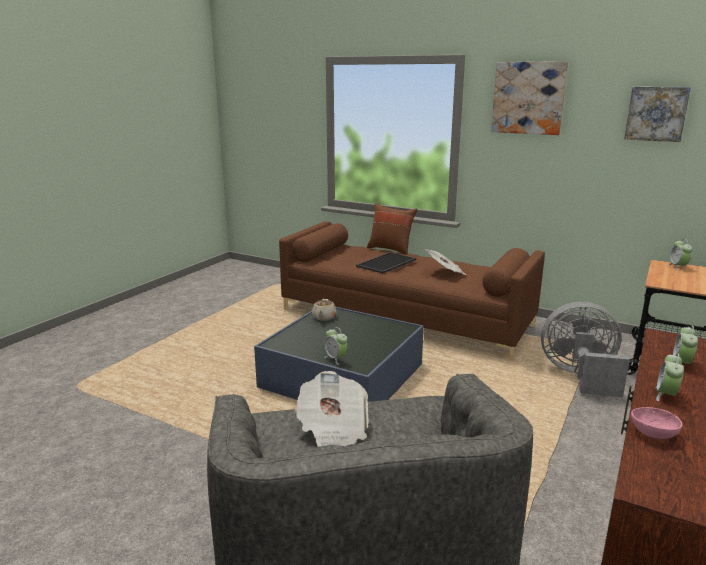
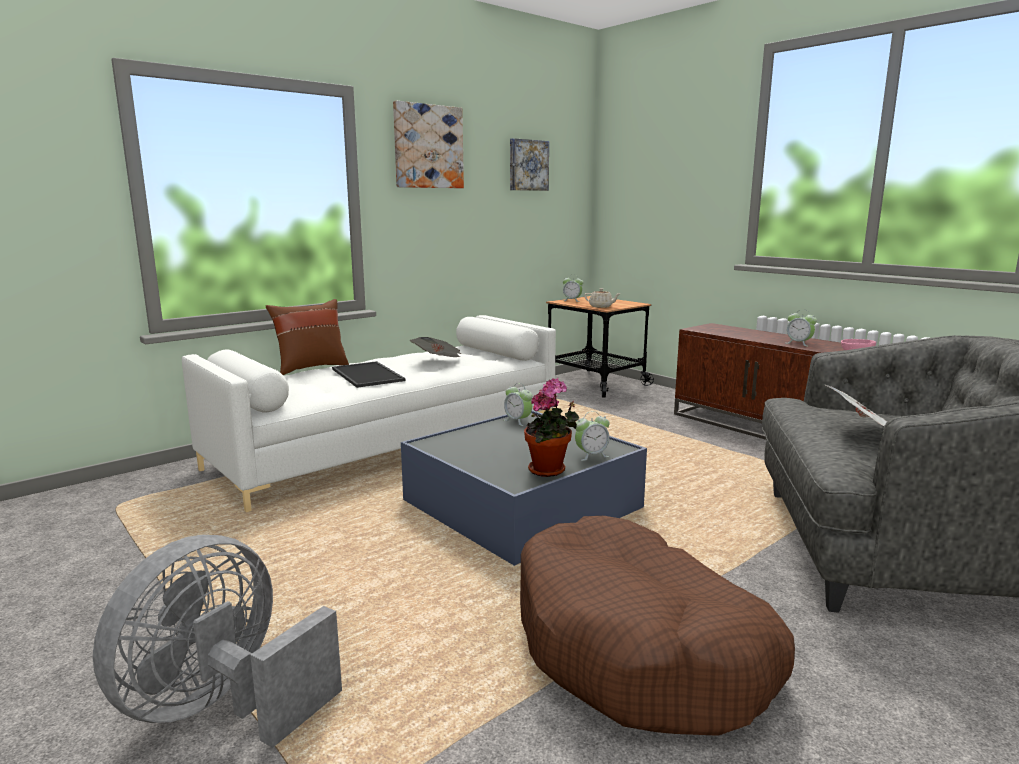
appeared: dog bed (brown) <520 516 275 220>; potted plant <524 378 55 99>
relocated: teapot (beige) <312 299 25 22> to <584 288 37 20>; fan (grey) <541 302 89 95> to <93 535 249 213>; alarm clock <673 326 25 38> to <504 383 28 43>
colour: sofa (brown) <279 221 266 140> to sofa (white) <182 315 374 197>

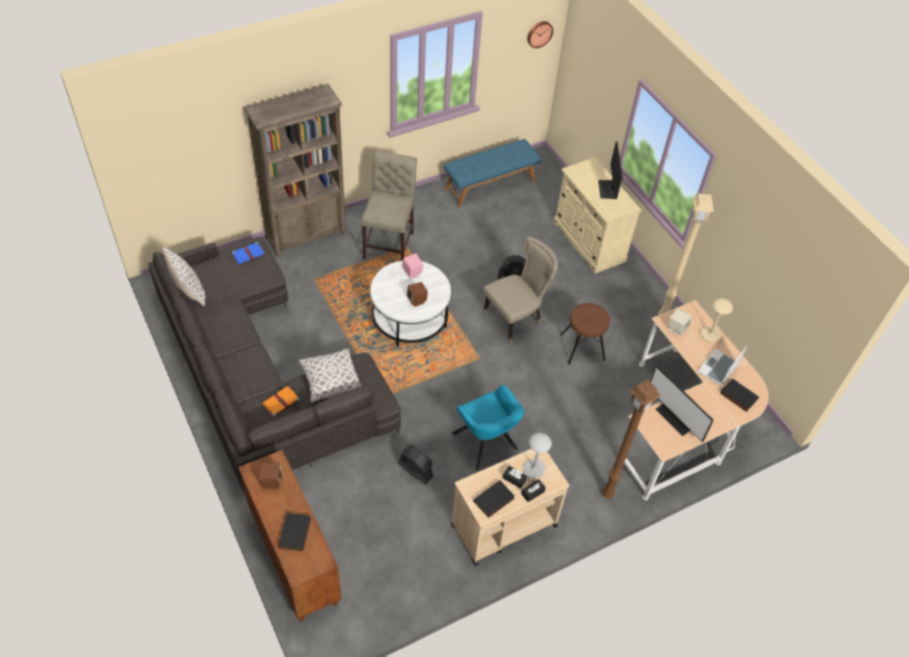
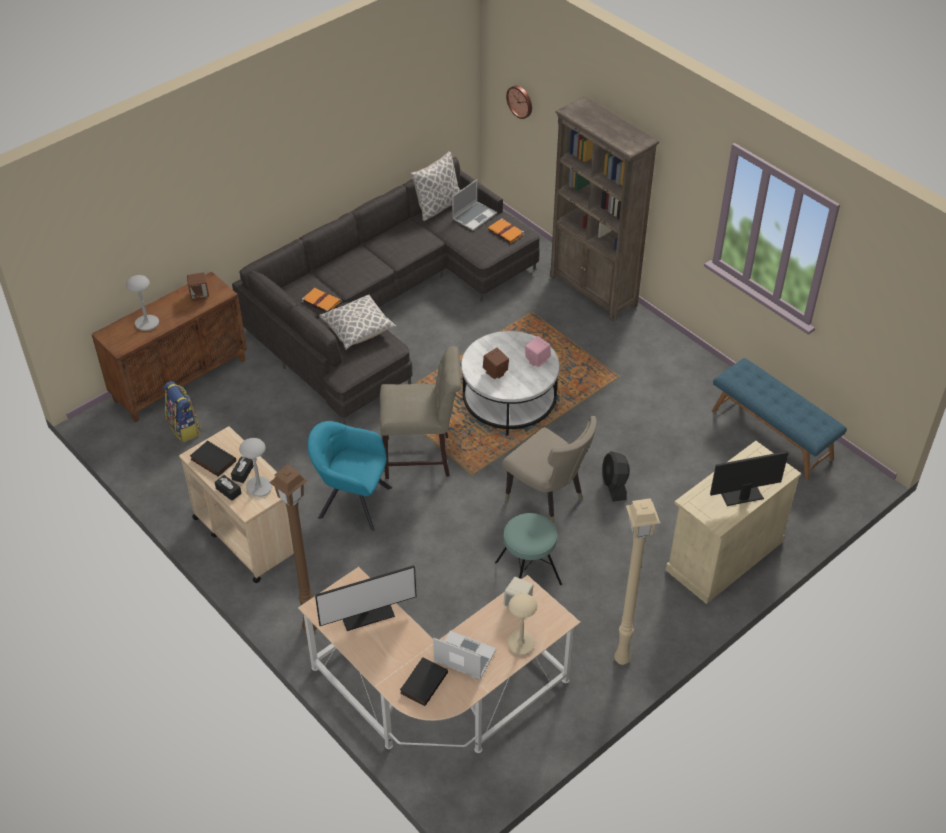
missing: fan (black) <398 444 36 41>
appeared: backpack <164 381 37 61>; laptop <452 179 45 51>
relocated: chair (beige) <361 151 56 110> to <380 346 81 133>; wall clock <527 21 26 27> to <506 85 26 34>
exchanged: book (black) <278 512 33 39> to table lamp (grey) <126 275 33 56>
colour: book (blue) <232 242 33 23> to book (orange) <488 218 36 25>; stool (brown) <560 303 50 61> to stool (turquoise) <495 513 67 72>
spun: armchair (turquoise) <452 385 72 85> = <308 421 84 110> 60 degrees clockwise; monitor <650 366 64 76> = <315 565 102 66> 150 degrees counterclockwise

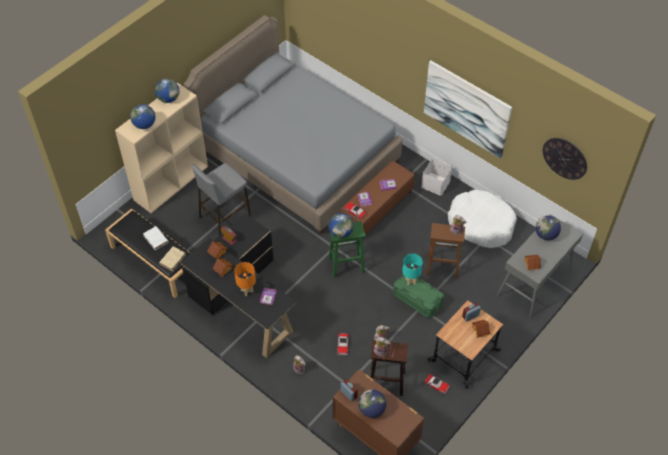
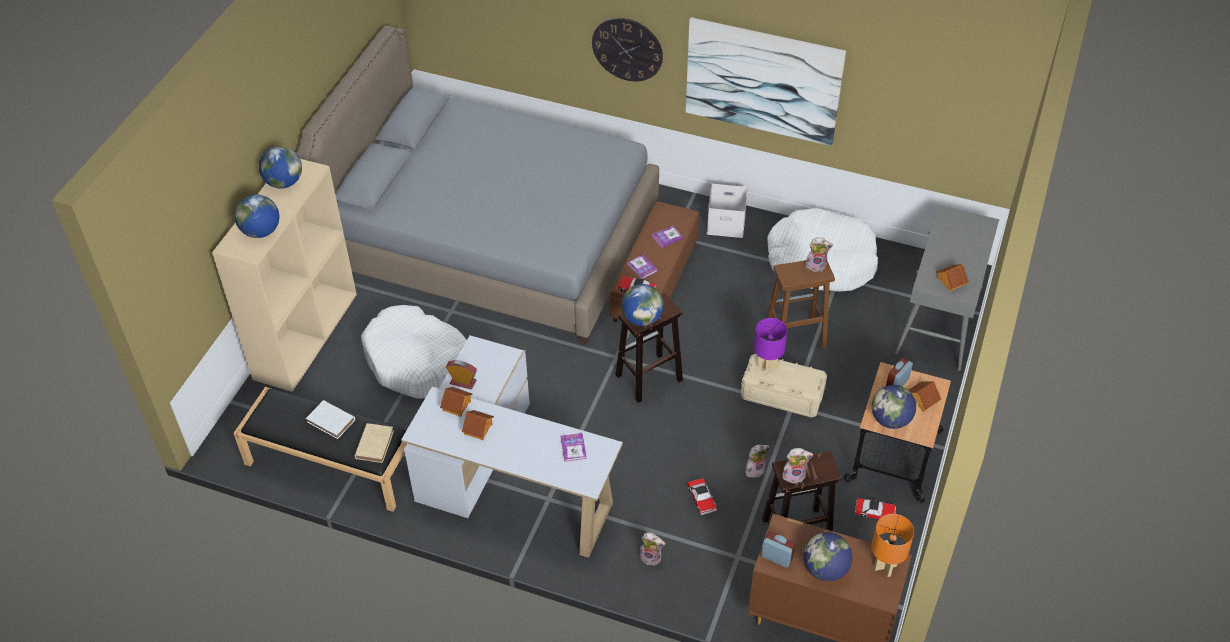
relocated: table lamp (orange) <234 262 22 34> to <871 514 43 63>; globe <535 215 26 25> to <872 385 44 44>; wall clock <543 138 44 42> to <592 18 71 63>
exchanged: stool (grey) <192 163 59 73> to dog bed (white) <361 305 106 94>
colour: desk (black) <181 213 115 145> to desk (white) <401 335 222 223>; stool (green) <329 221 37 57> to stool (brown) <616 293 67 110>; storage box (green) <393 274 51 44> to storage box (beige) <741 354 86 64>; table lamp (turquoise) <402 254 20 32> to table lamp (purple) <754 318 33 57>

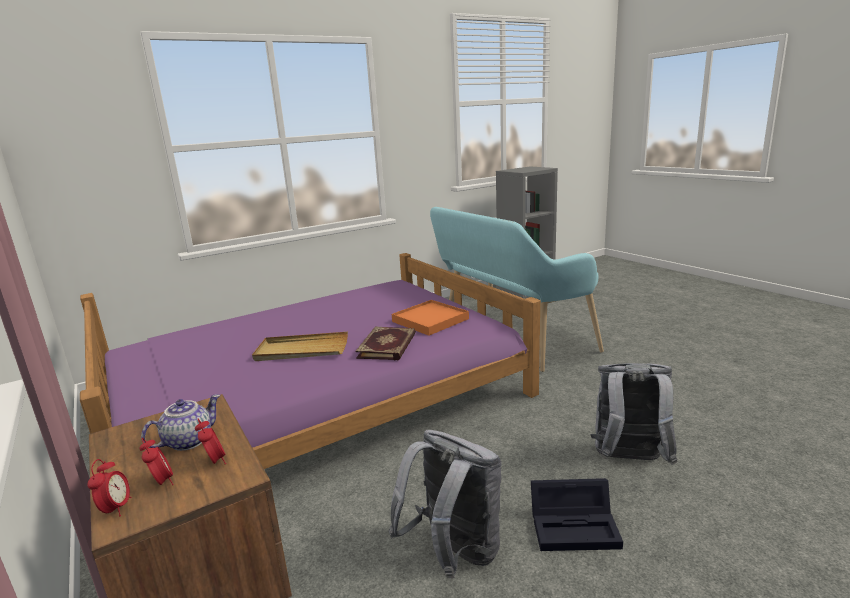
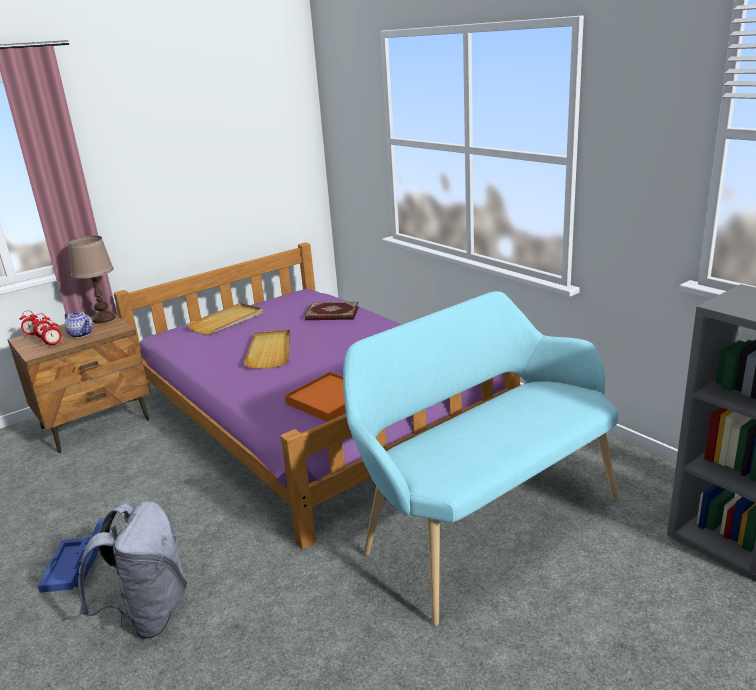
missing: backpack (grey) <388 430 113 148>
appeared: table lamp (brown) <67 236 48 87>; tray (beige) <187 303 76 32>
relocated: book <355 327 61 33> to <305 302 54 18>
colour: storage box (black) <531 478 92 73> to storage box (blue) <38 517 66 76>

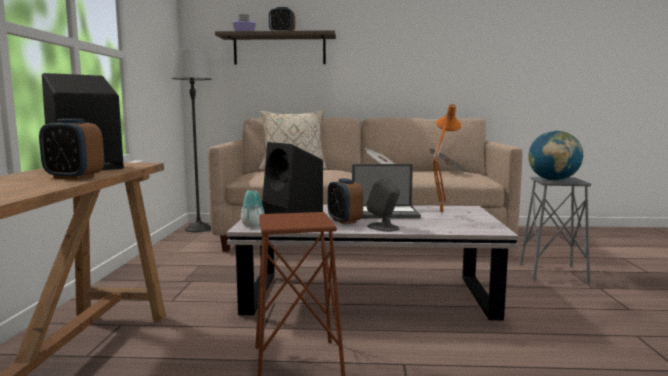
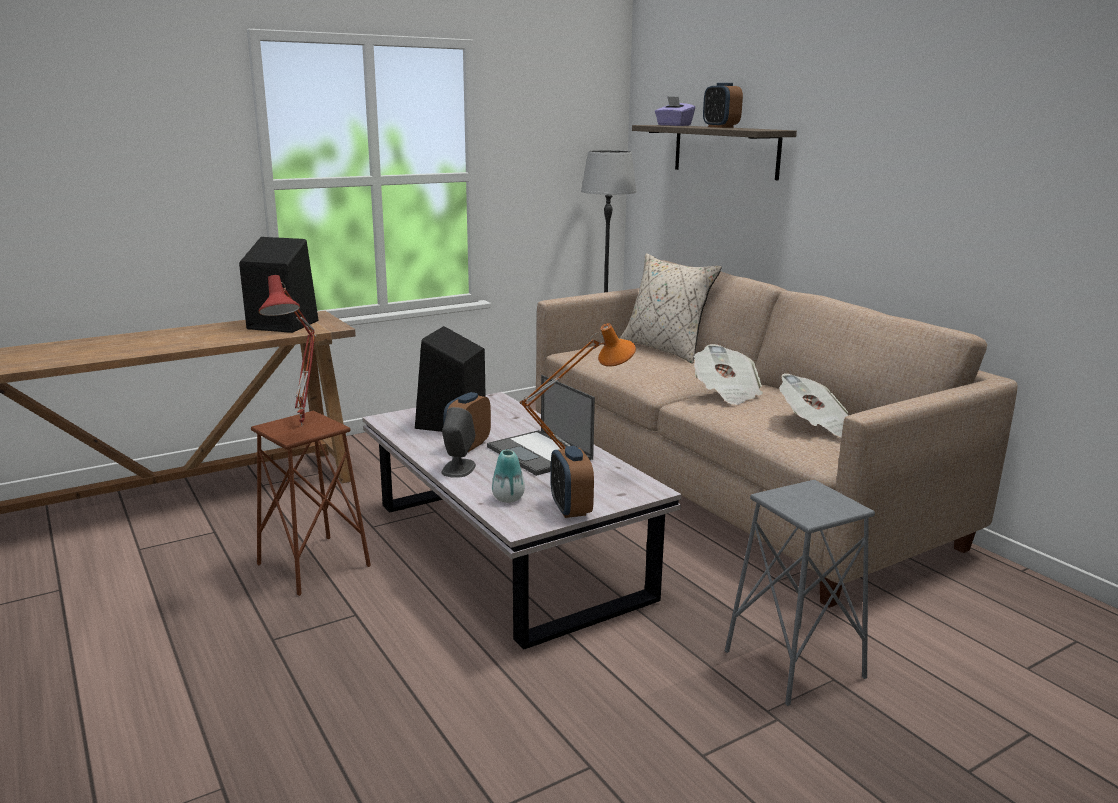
missing: globe <528 130 55 51>
appeared: table lamp (red) <259 275 57 151>
relocated: alarm clock <39 119 65 61> to <551 446 43 72>; vase <241 190 23 37> to <492 450 33 53>

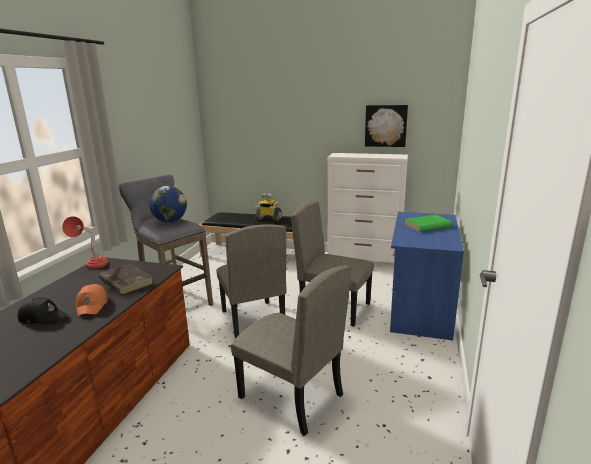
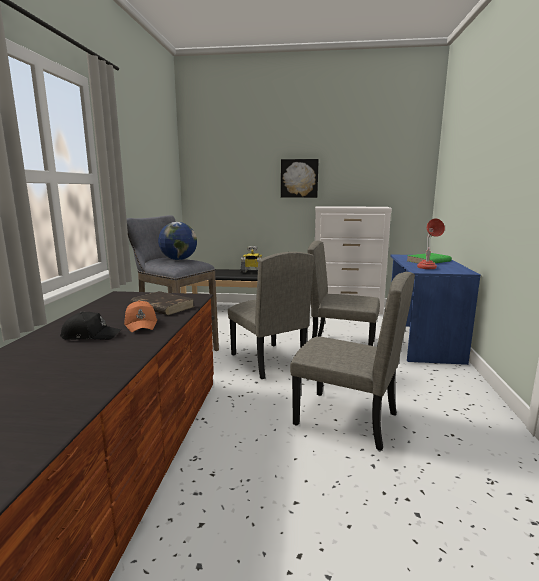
relocated: table lamp (red) <62 216 46 53> to <417 218 28 51>; picture <365 105 43 42> to <281 159 38 39>

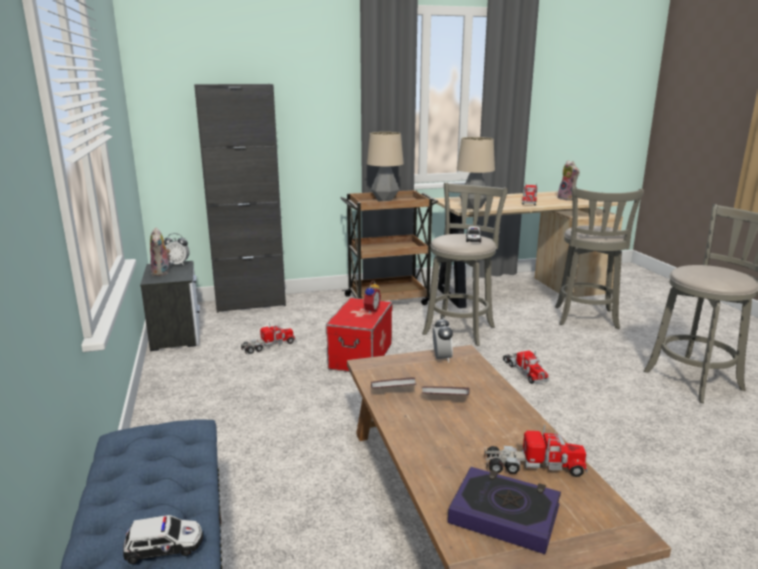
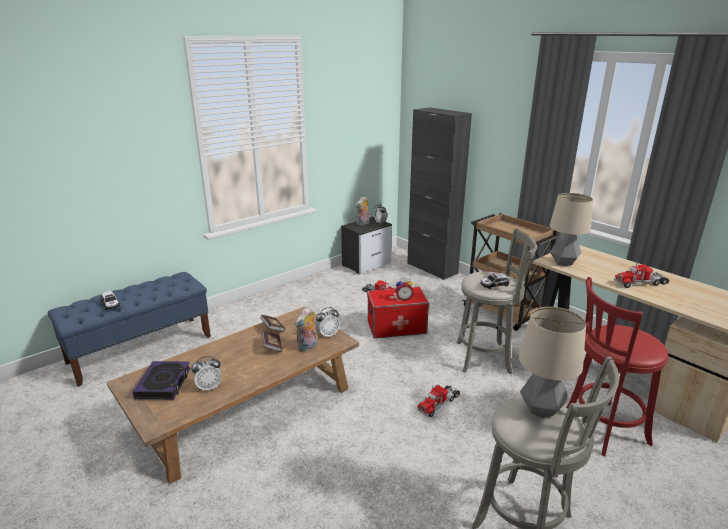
relocated: table lamp <367 132 37 69> to <519 307 67 111>; plush toy <558 160 22 41> to <295 306 24 46>
exchanged: toy truck <484 424 104 53> to alarm clock <192 356 30 36>
colour: stool (grey) <555 187 89 142> to stool (red) <566 277 102 179>

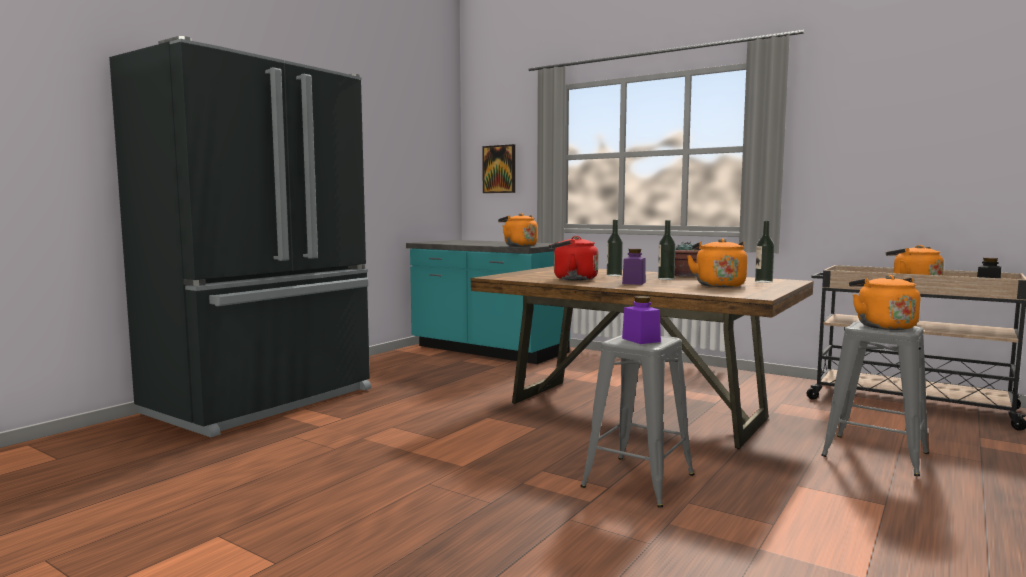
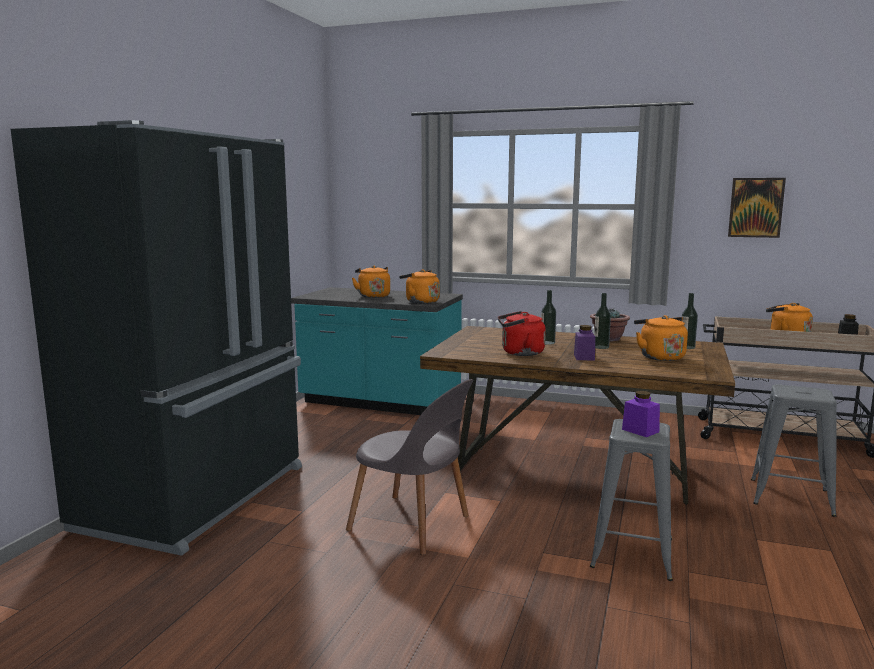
appeared: chair (grey) <346 379 127 176>
relocated: picture <482 144 33 49> to <728 178 58 60>; kettle (orange) <849 275 71 55> to <352 266 38 32>

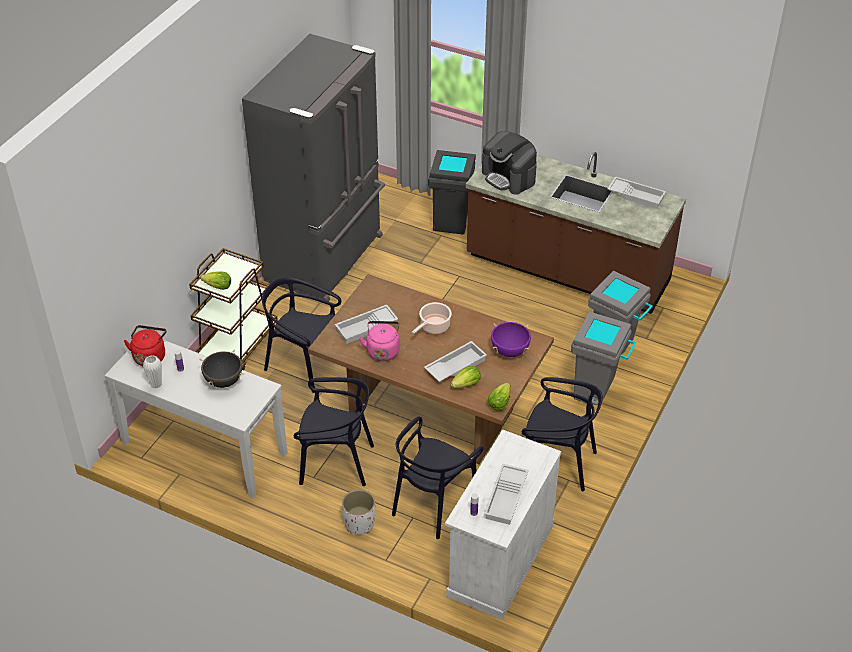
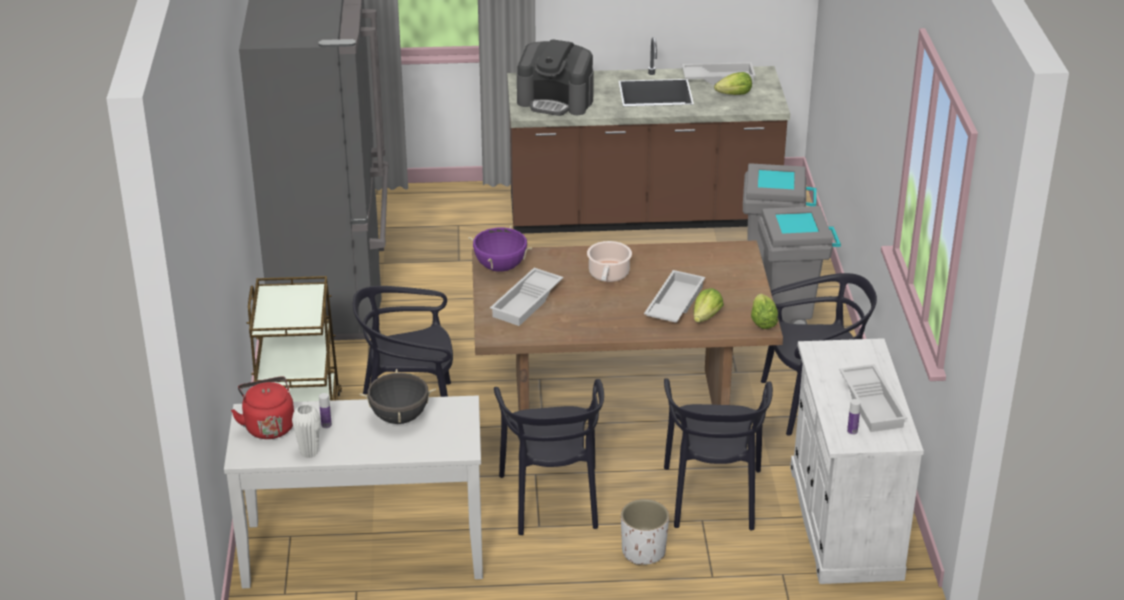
missing: kettle (pink) <359 321 41 40>; trash can (grey) <428 150 48 84>
relocated: lettuce <200 271 31 19> to <714 72 38 23>; cooking pot (purple) <491 322 40 35> to <468 226 64 46>
spun: chair (black) <294 377 80 109> = <494 379 110 156> 105 degrees clockwise

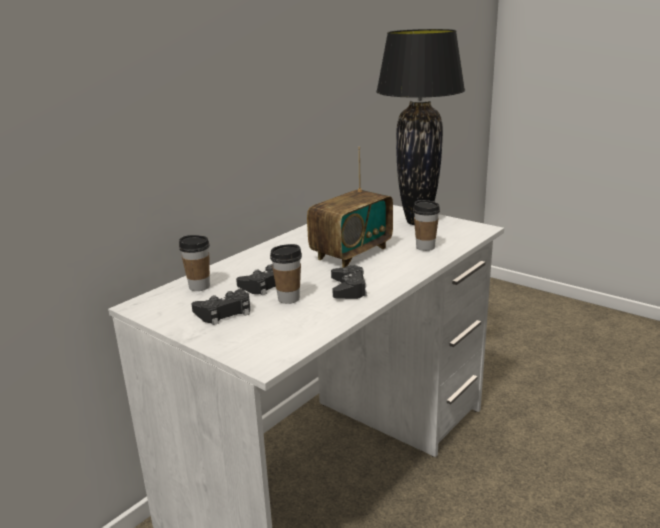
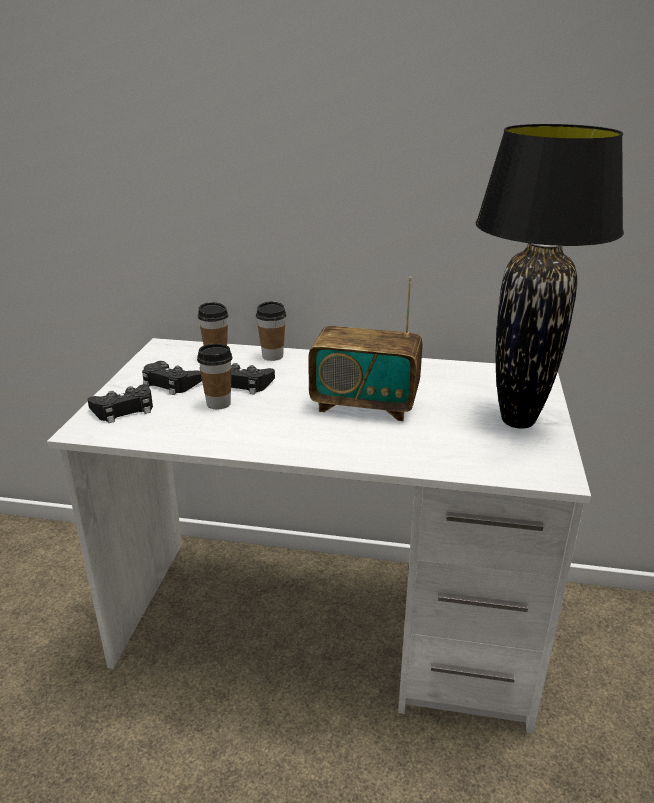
relocated: game controller (black) <331 265 36 34> to <87 384 66 39>; cup <413 200 27 51> to <256 301 30 60>

